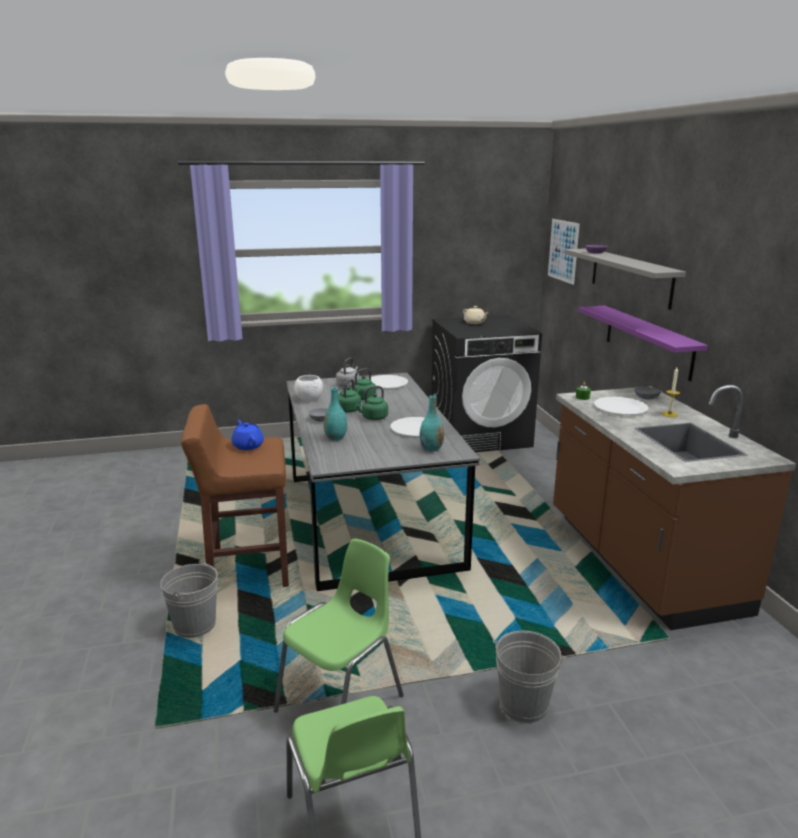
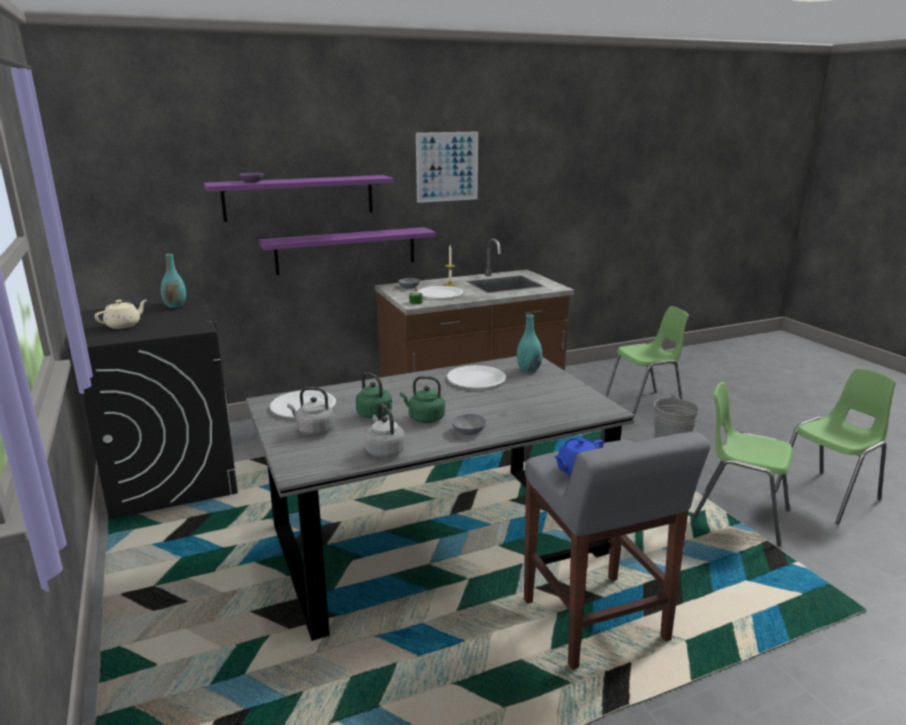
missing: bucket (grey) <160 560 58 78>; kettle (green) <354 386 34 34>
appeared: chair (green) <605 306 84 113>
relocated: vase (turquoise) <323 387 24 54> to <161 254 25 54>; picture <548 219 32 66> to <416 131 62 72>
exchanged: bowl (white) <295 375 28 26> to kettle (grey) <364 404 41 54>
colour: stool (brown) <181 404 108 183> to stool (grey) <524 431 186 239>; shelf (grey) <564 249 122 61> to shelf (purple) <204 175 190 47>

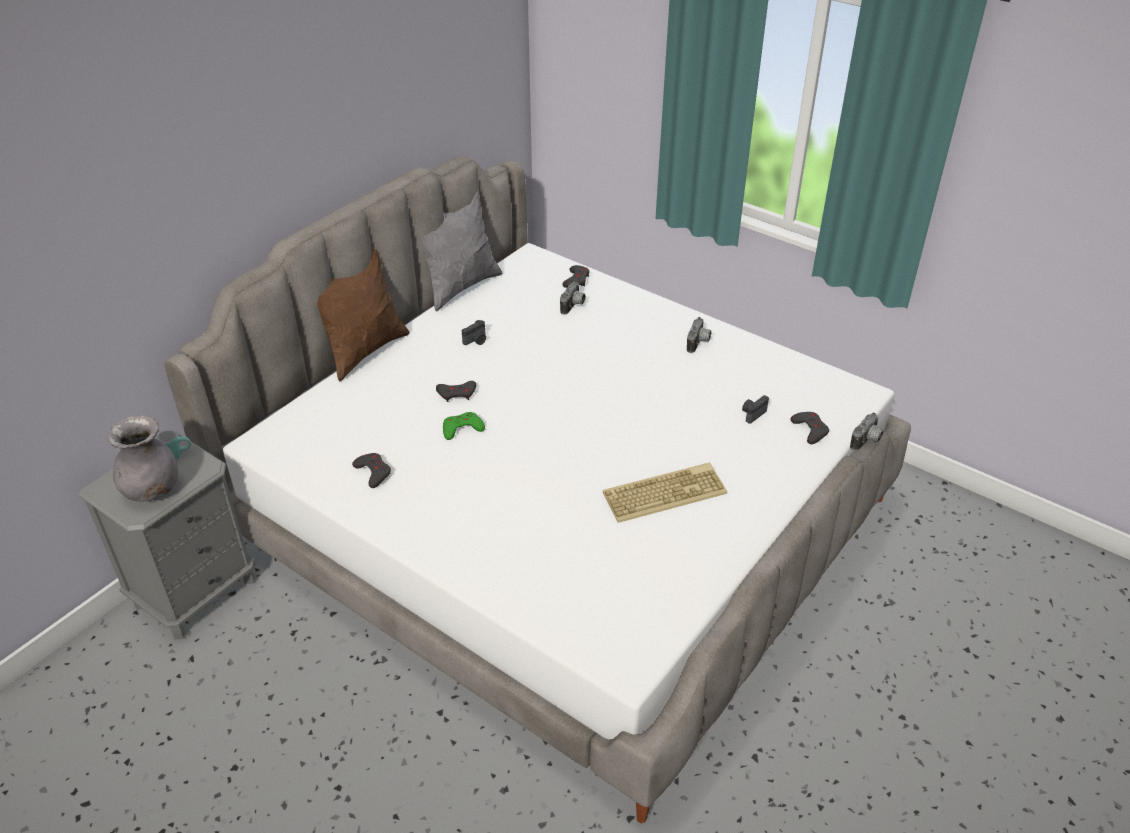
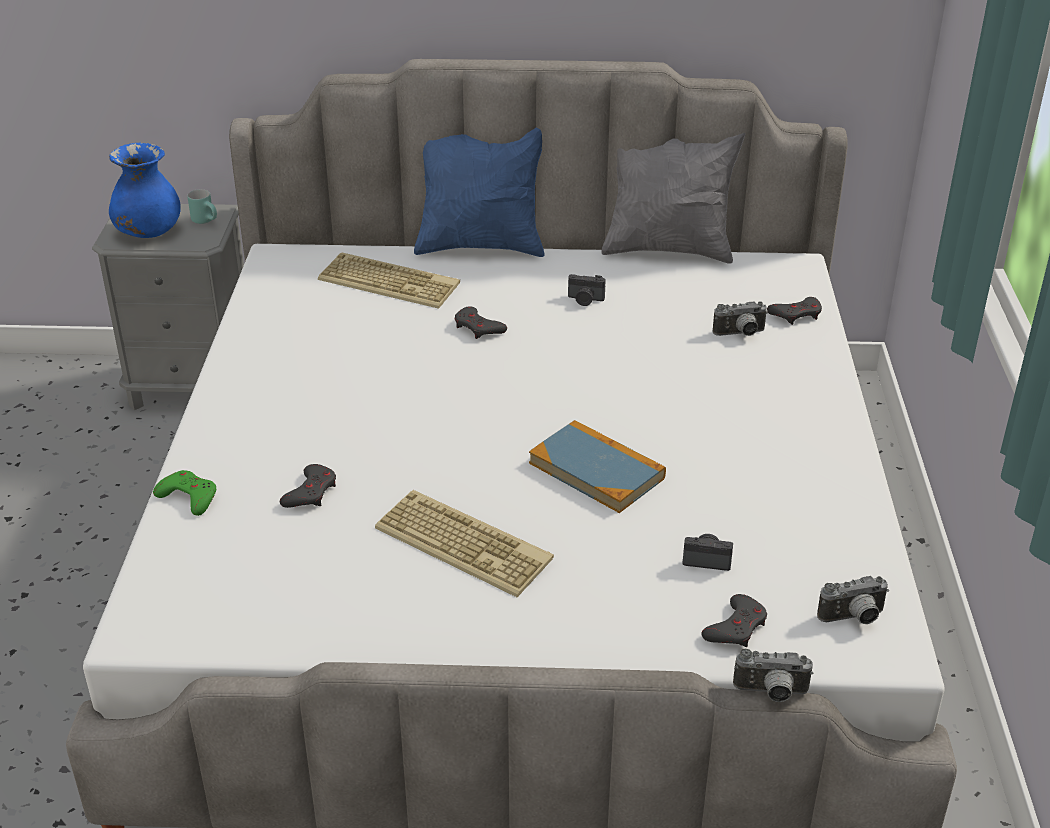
appeared: keyboard <318 252 142 57>; book <529 420 137 93>
relocated: game controller (grey) <352 453 39 35> to <280 464 56 44>; game controller (green) <443 412 42 28> to <153 470 63 46>; photo camera <687 317 24 36> to <817 576 72 48>
colour: vase (grey) <108 415 70 86> to vase (blue) <109 143 72 95>; pillow (brown) <318 249 92 132> to pillow (blue) <414 128 131 129>

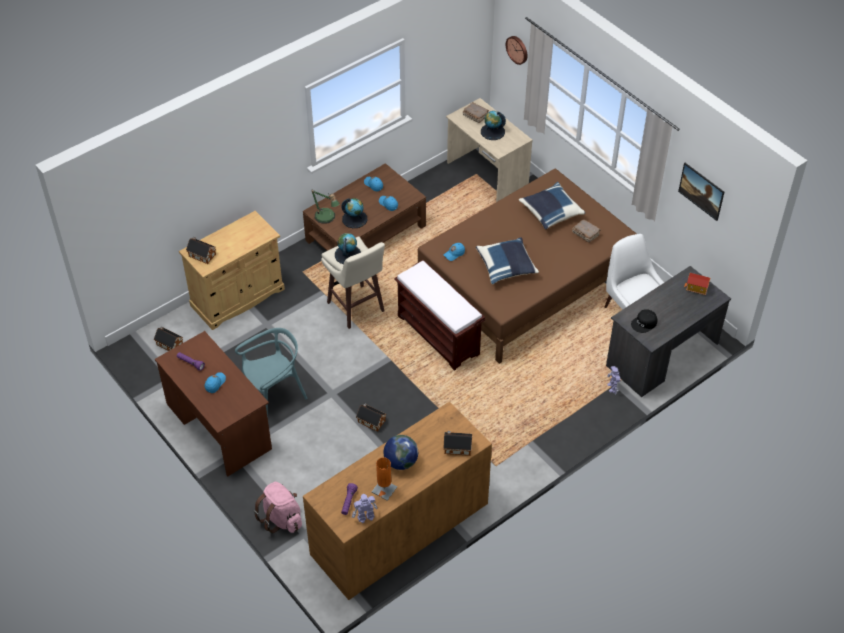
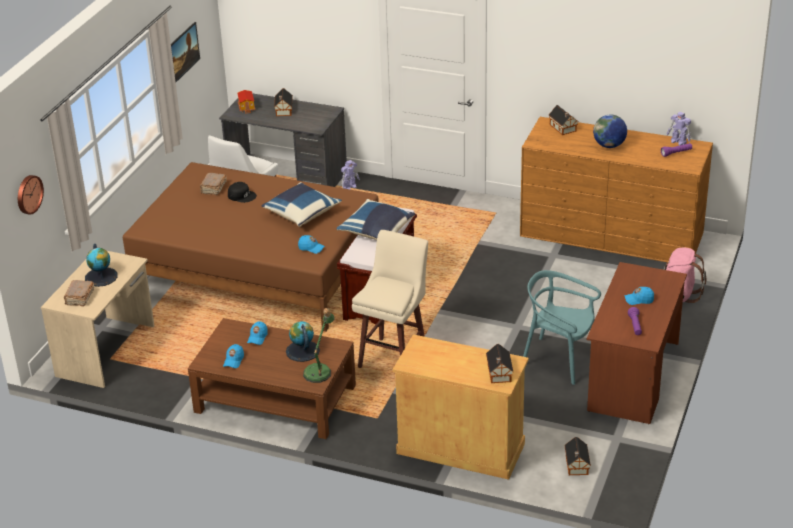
missing: globe <335 233 26 31>; table lamp (orange) <372 457 25 44>
relocated: toy house <356 403 30 29> to <274 88 19 28>; pillow (blue) <519 182 66 47> to <336 199 79 41>; cap (black) <631 309 26 24> to <228 182 29 21>

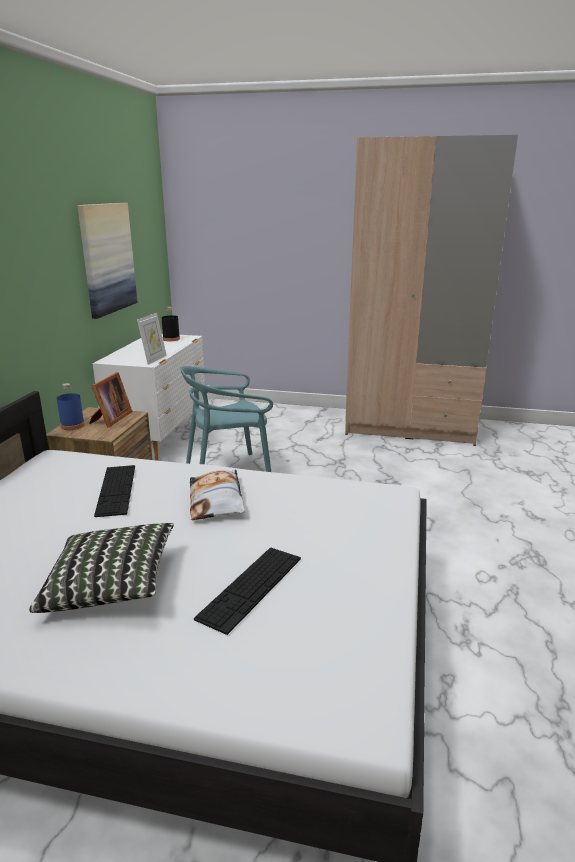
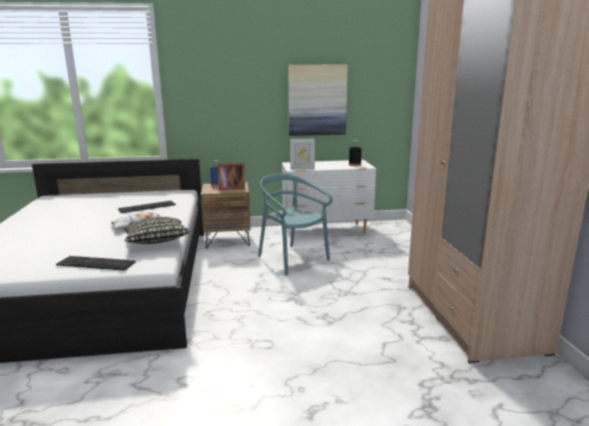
relocated: pillow <29 523 145 90> to <124 217 67 27>; keyboard <194 547 107 88> to <56 256 80 15>

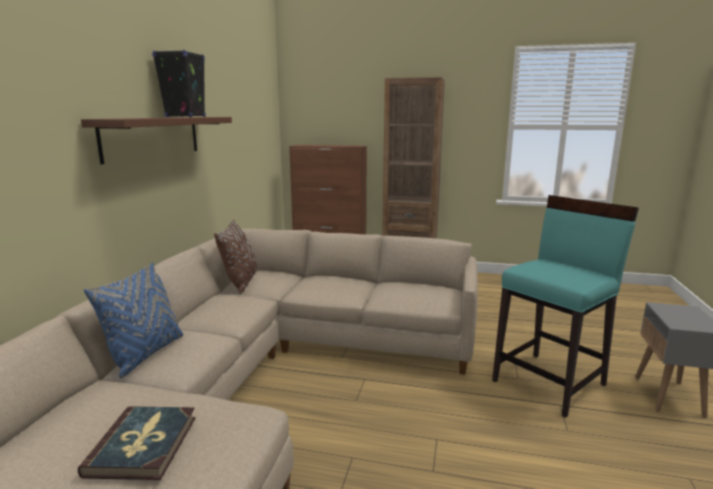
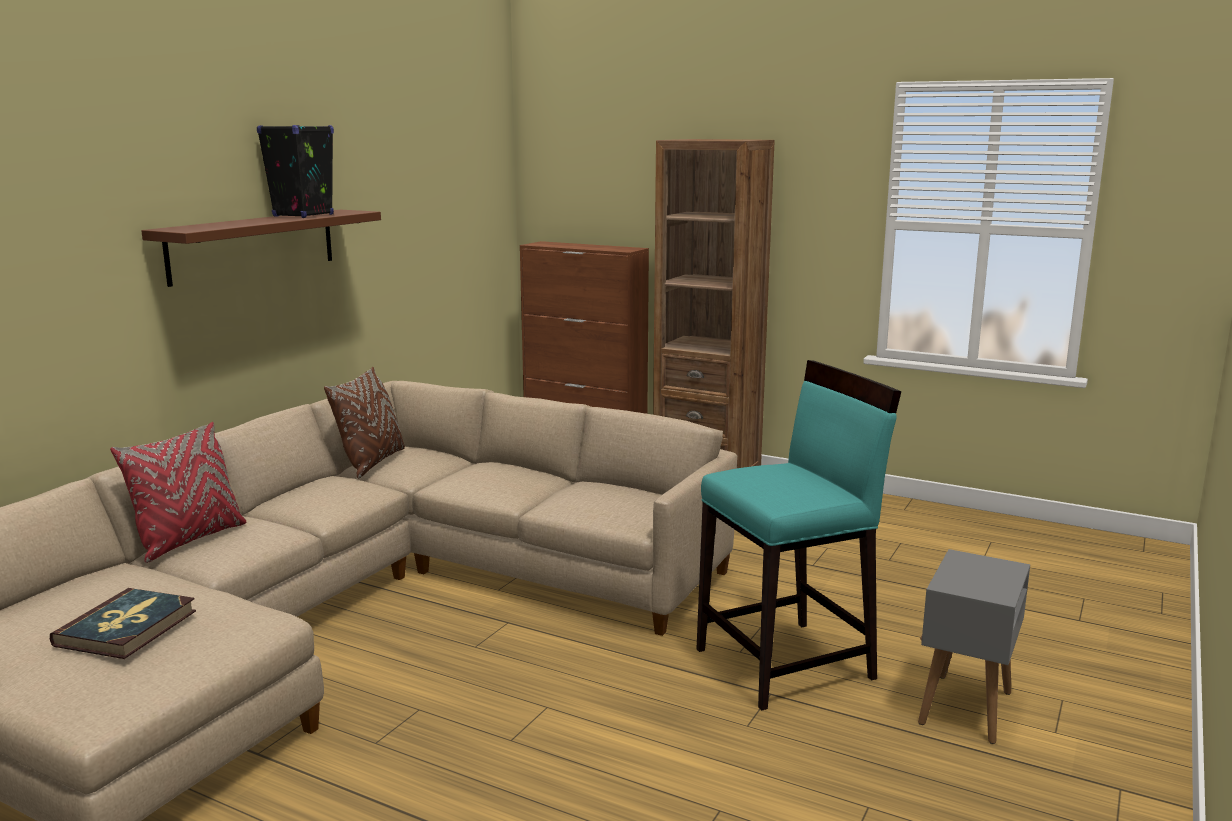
colour: pillow (blue) <84 263 99 115> to pillow (red) <110 422 136 141>

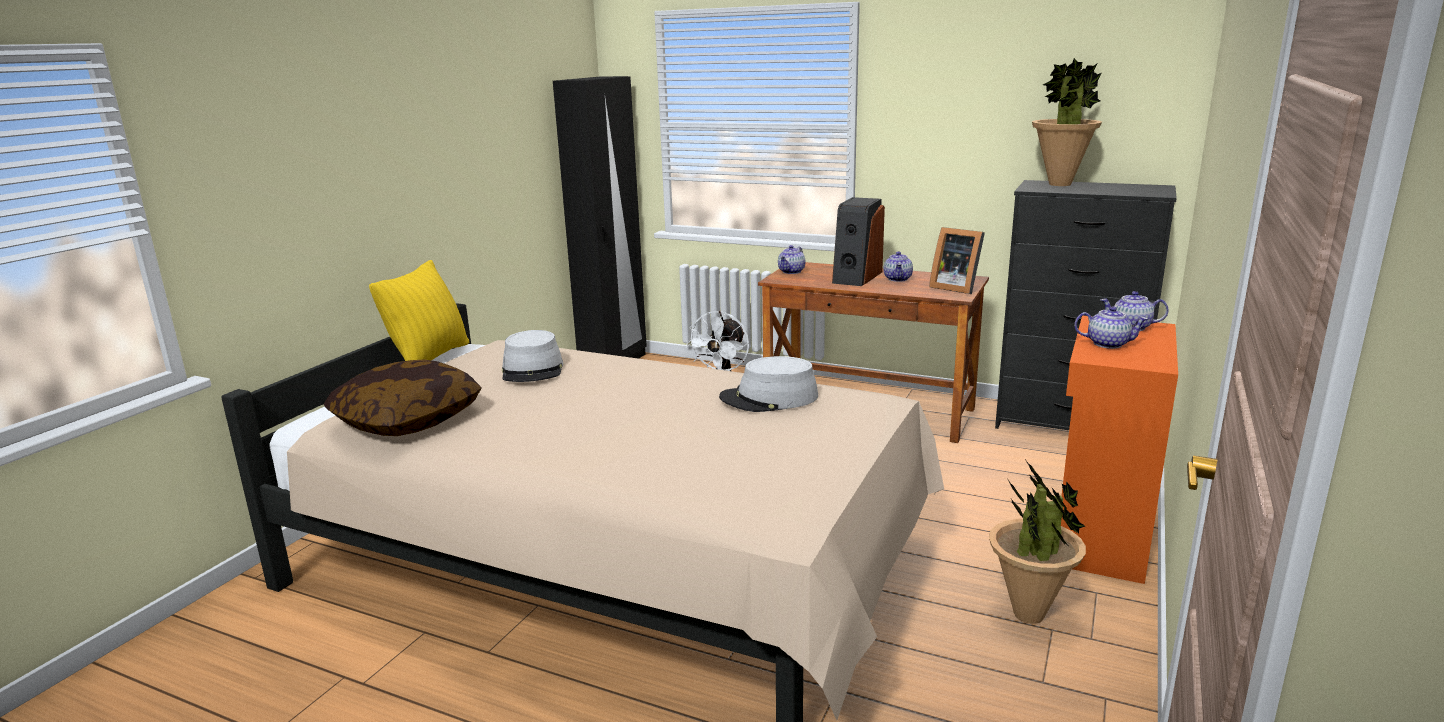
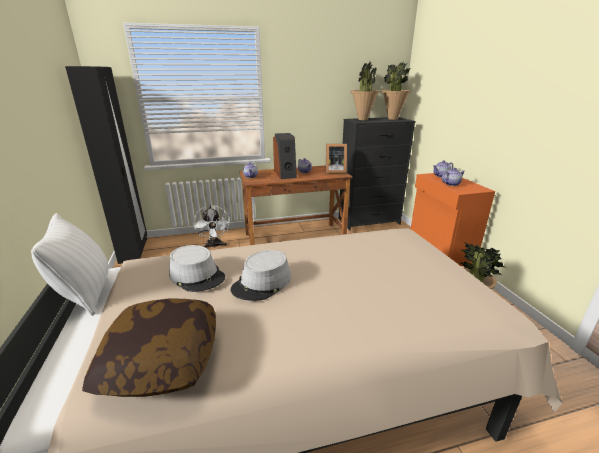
appeared: potted plant <381 61 30 59>
relocated: hat (grey) <719 356 99 56> to <231 250 60 51>
colour: pillow (yellow) <369 260 101 101> to pillow (white) <31 213 77 103>

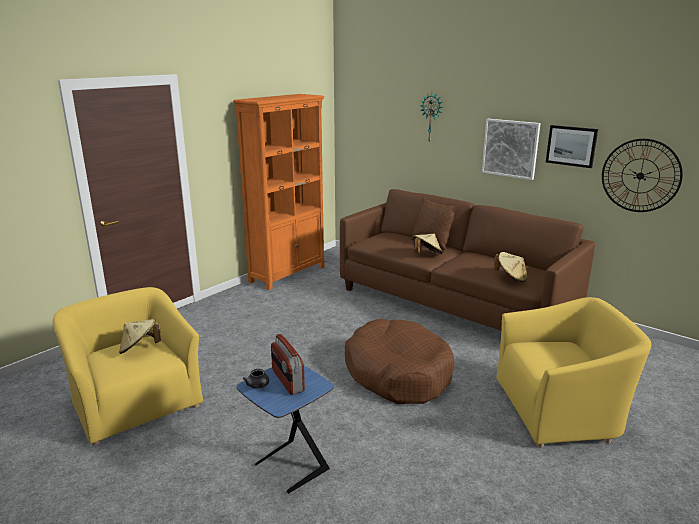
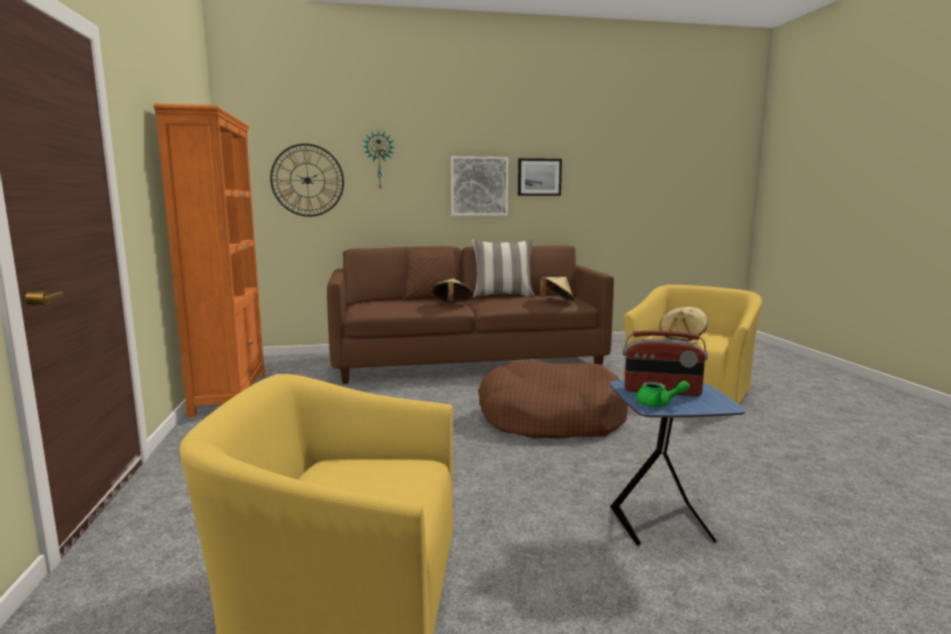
appeared: pillow <472 238 63 60>
relocated: hat (beige) <119 319 42 35> to <660 307 48 34>; wall clock <602 139 81 73> to <270 143 74 74>
colour: teapot (grey) <243 369 26 20> to teapot (green) <636 381 54 26>

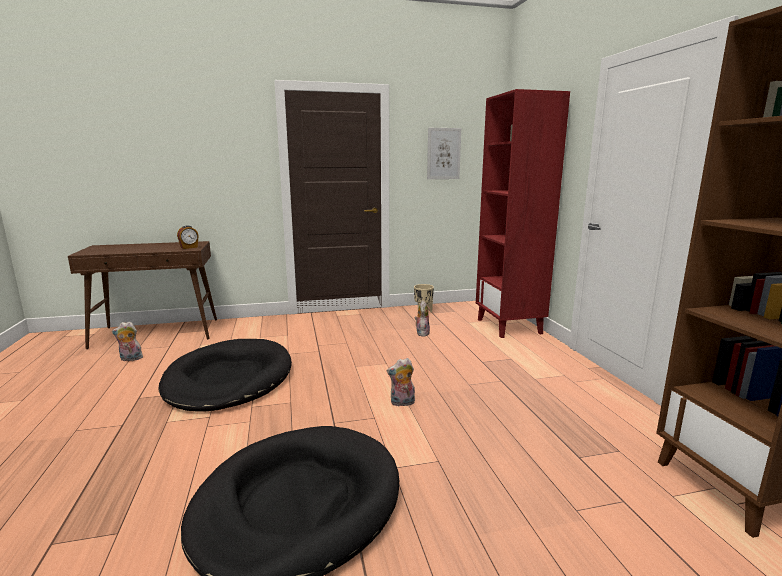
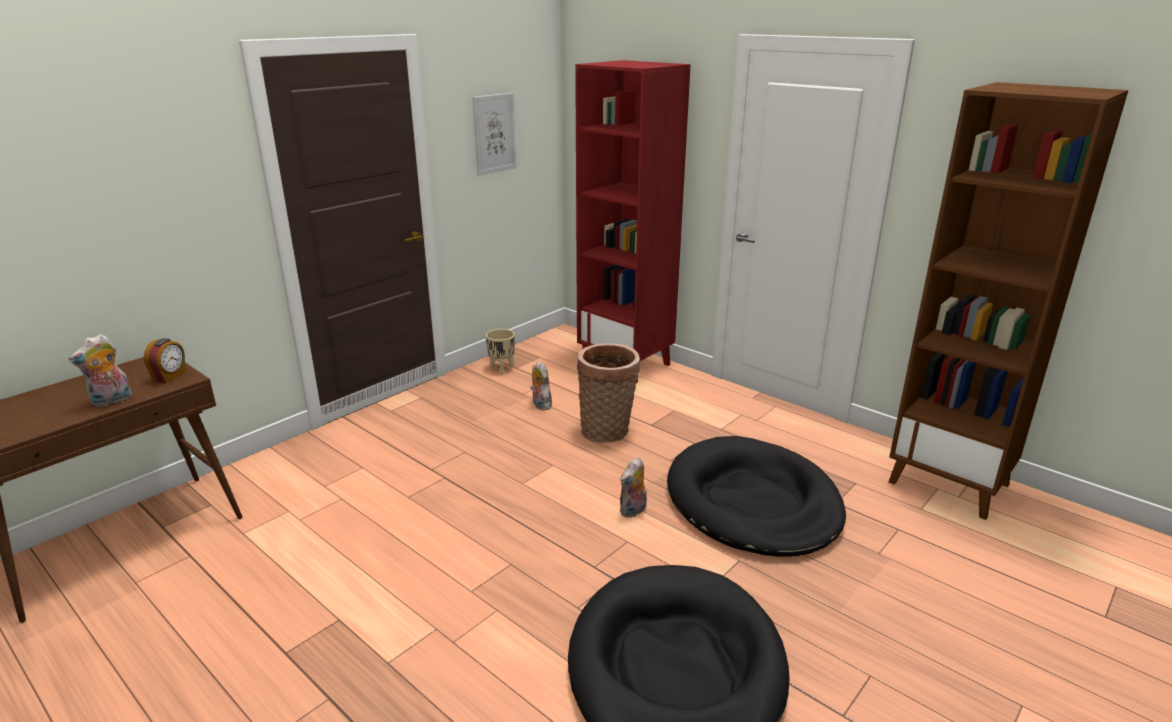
appeared: basket <577 343 63 100>
relocated: plush toy <112 322 31 39> to <69 334 63 73>; dog bed (black) <158 339 134 73> to <667 436 179 121>

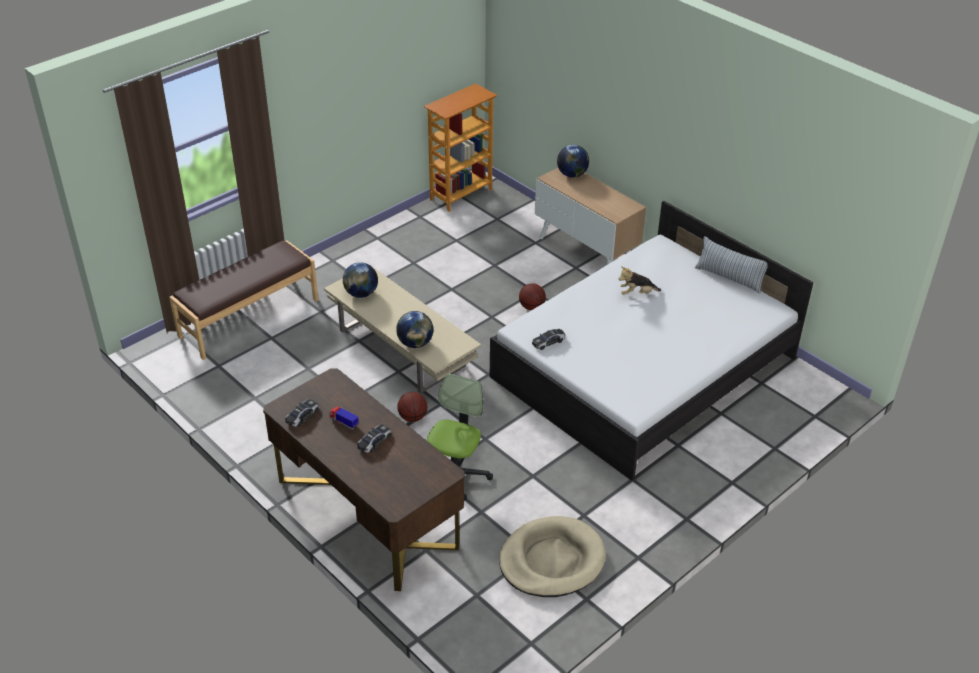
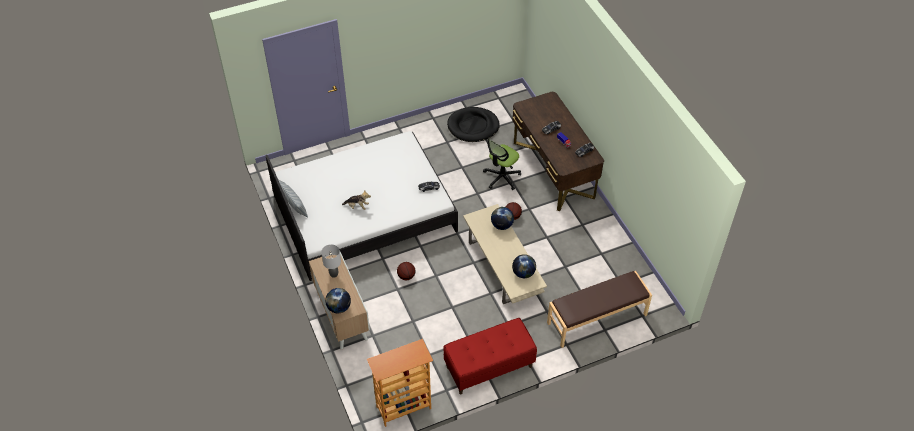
appeared: table lamp (grey) <321 244 20 34>; bench (red) <443 318 94 76>
colour: dog bed (beige) <499 516 107 81> to dog bed (black) <447 107 53 35>

